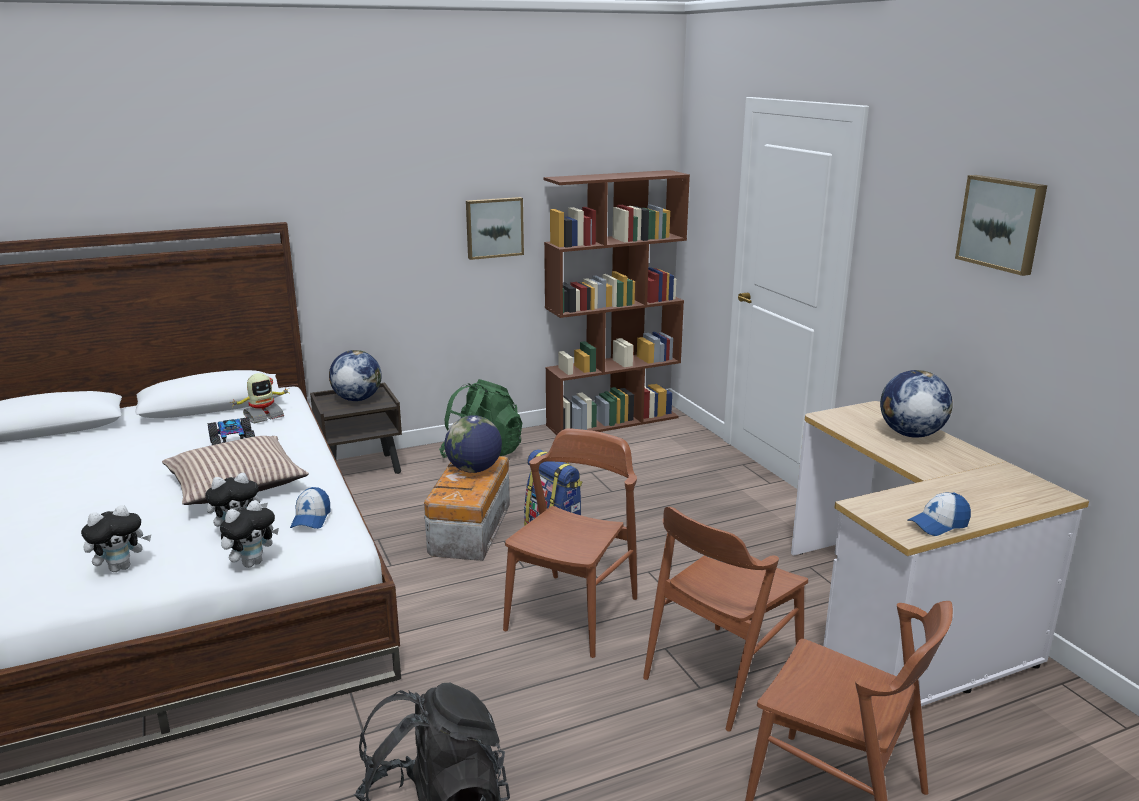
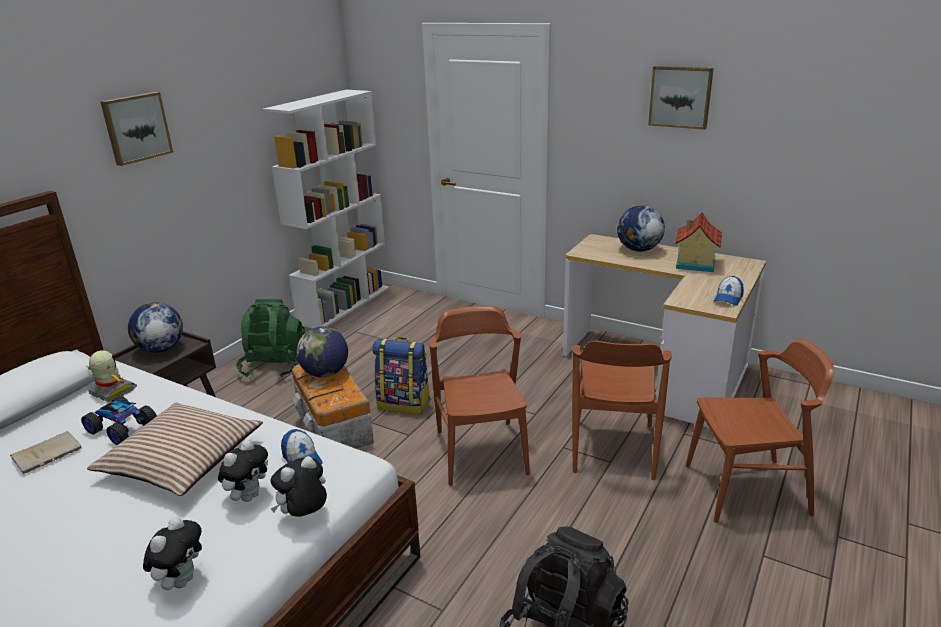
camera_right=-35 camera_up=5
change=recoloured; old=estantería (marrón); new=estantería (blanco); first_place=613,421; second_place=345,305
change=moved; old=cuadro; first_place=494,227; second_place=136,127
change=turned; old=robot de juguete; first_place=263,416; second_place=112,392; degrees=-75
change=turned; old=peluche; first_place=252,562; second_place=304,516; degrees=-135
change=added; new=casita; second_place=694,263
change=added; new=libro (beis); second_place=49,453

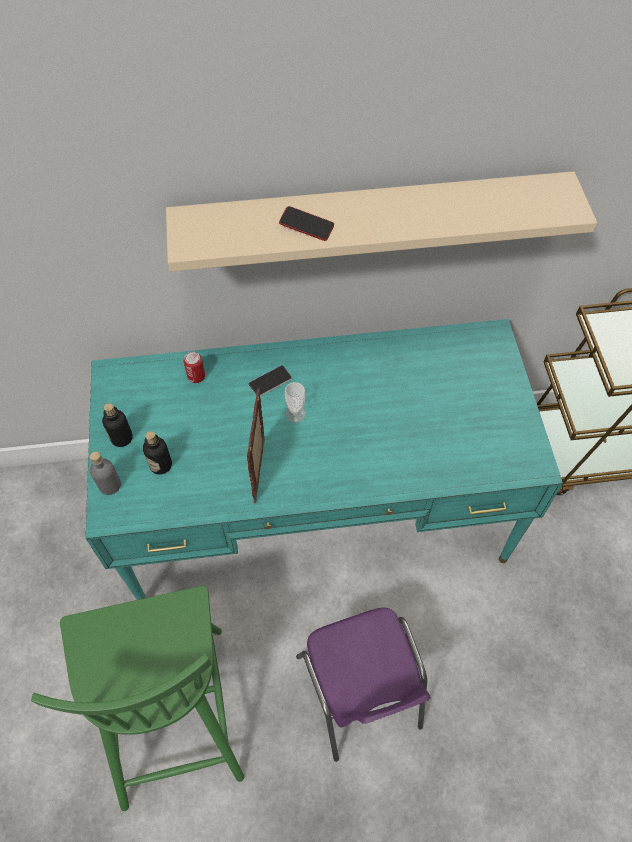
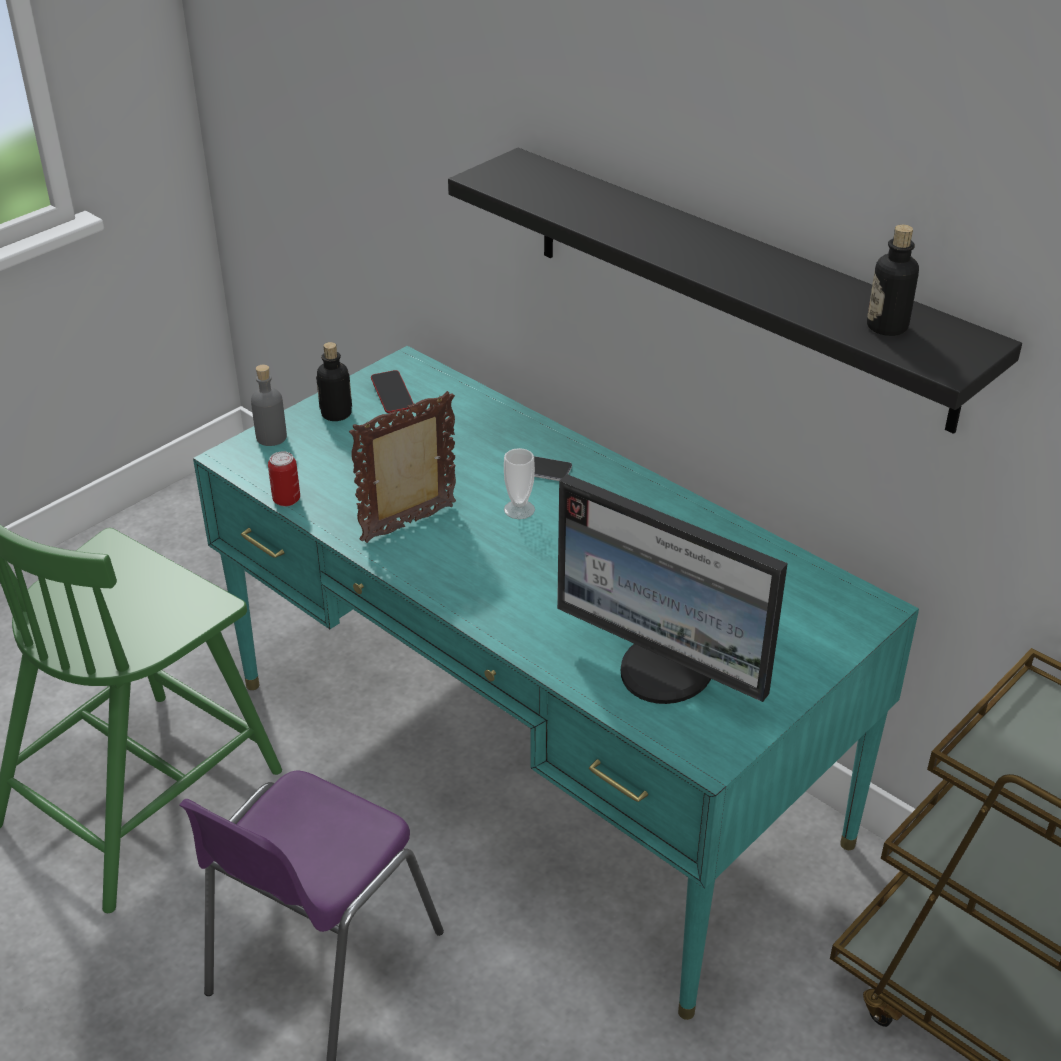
camera_right=50 camera_up=-20
change=recoloured; old=estante (beis); new=estante (negro); first_place=371,218; second_place=737,285
change=moved; old=móvil; first_place=306,226; second_place=392,395
change=moved; old=lata; first_place=196,377; second_place=286,500
change=moved; old=botella; first_place=161,465; second_place=887,326
change=added; new=monitor; second_place=666,671

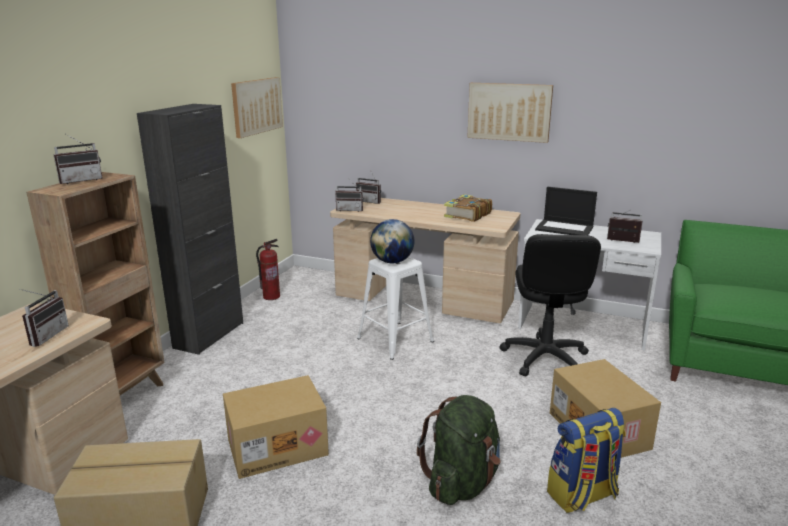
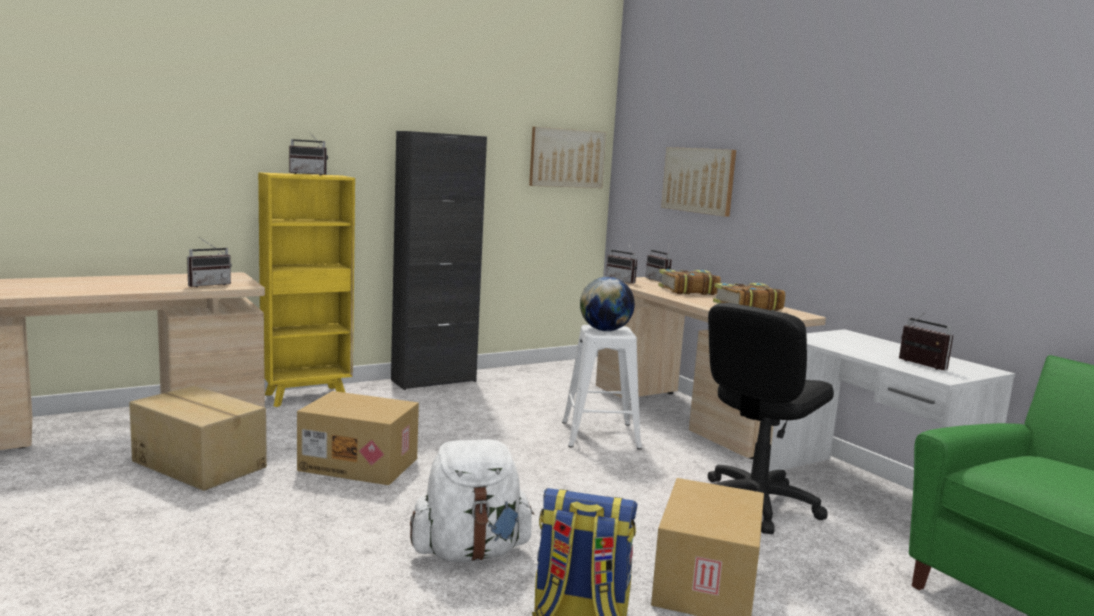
camera_right=35 camera_up=-10
change=moved; old=cuadro; first_place=509,112; second_place=698,180
change=recoloured; old=estantería (marrón); new=estantería (amarillo); first_place=124,396; second_place=307,396
change=removed; old=portátil; first_place=565,228
change=removed; old=extintor; first_place=271,296
change=recoloured; old=mochila (verde); new=mochila (blanco); first_place=462,483; second_place=470,552
change=added; new=libro; second_place=687,290

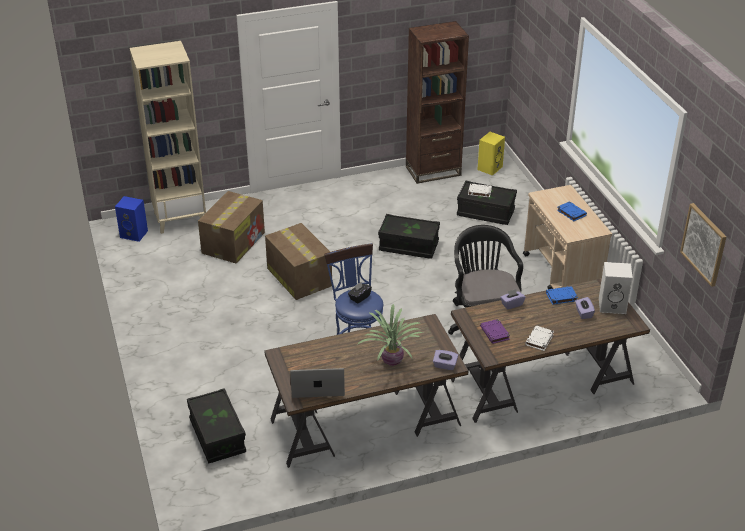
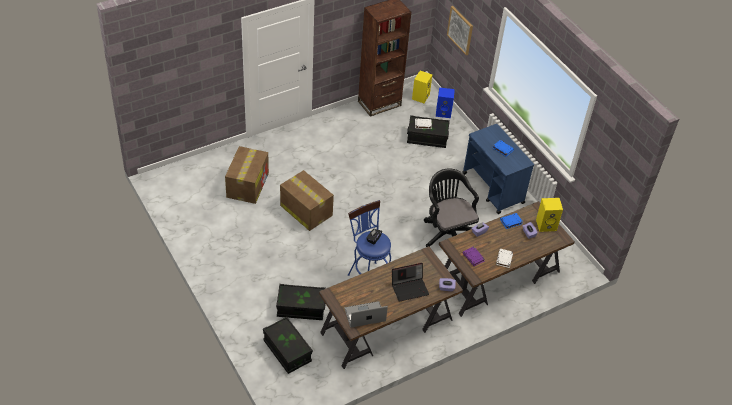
camera_right=-15 camera_up=10
change=removed; old=estantería (beis); first_place=180,219
change=recoloured; old=carrito (beis); new=carrito (azul); first_place=562,276; second_place=493,188
change=moved; old=altavoz (azul); first_place=134,234; second_place=444,112
change=moved; old=cuadro; first_place=704,244; second_place=460,30
change=moved; old=caja de almacenaje (negro); first_place=408,246; second_place=301,308
change=recoloured; old=altavoz (blanco); new=altavoz (amarillo); first_place=613,305; second_place=546,225
change=replaced; old=planta en maceta; new=portátil; first_place=392,360; second_place=410,288

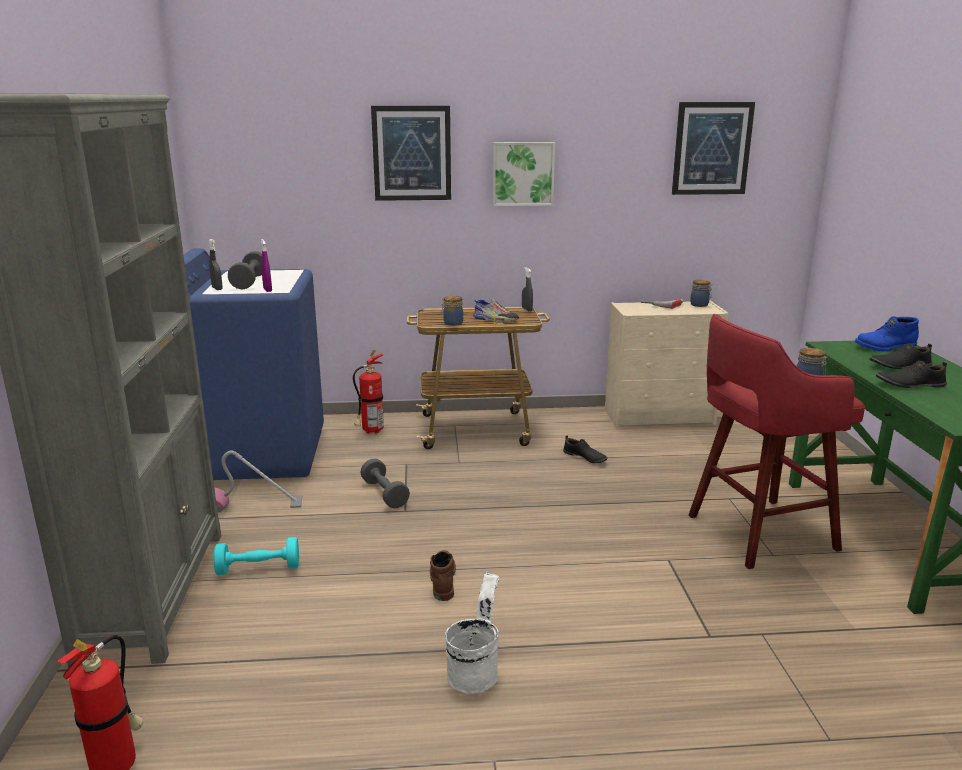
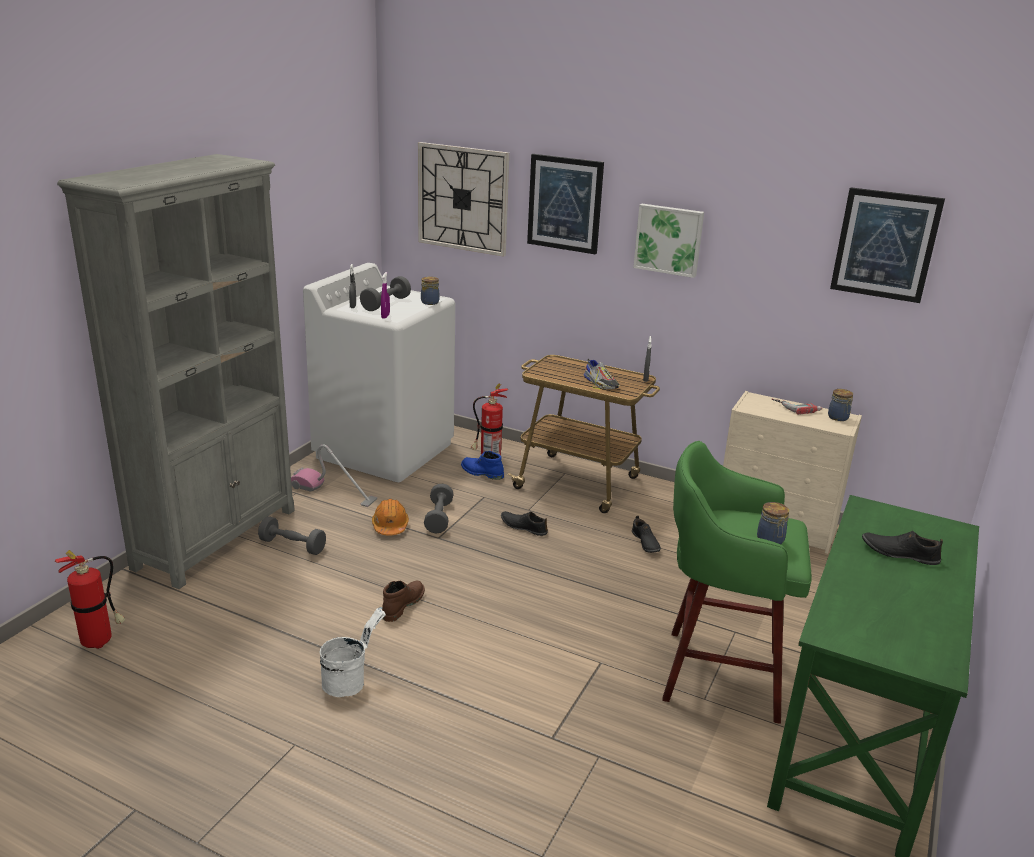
camera_right=30 camera_up=5
change=recoloured; old=lavadora (azul); new=lavadora (blanco); first_place=259,453; second_place=385,450
change=moved; old=tarro; first_place=452,323; second_place=429,302
change=recoloured; old=taburete (rojo); new=taburete (verde); first_place=757,533; second_place=717,673
change=moved; old=bota (azul); first_place=885,348; second_place=481,473
change=moved; old=zapato (negro); first_place=910,384; second_place=523,526
change=recoloured; old=mancuerna (turquesa); new=mancuerna (gris); first_place=258,569; second_place=292,546
change=added; new=reloj de pared; second_place=463,198
change=added; new=casco (naranja); second_place=390,526

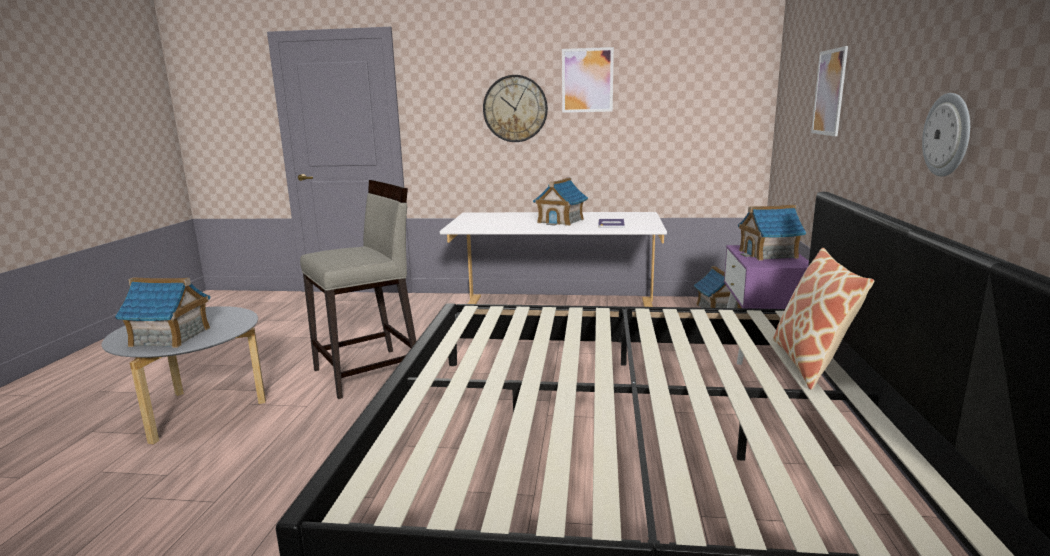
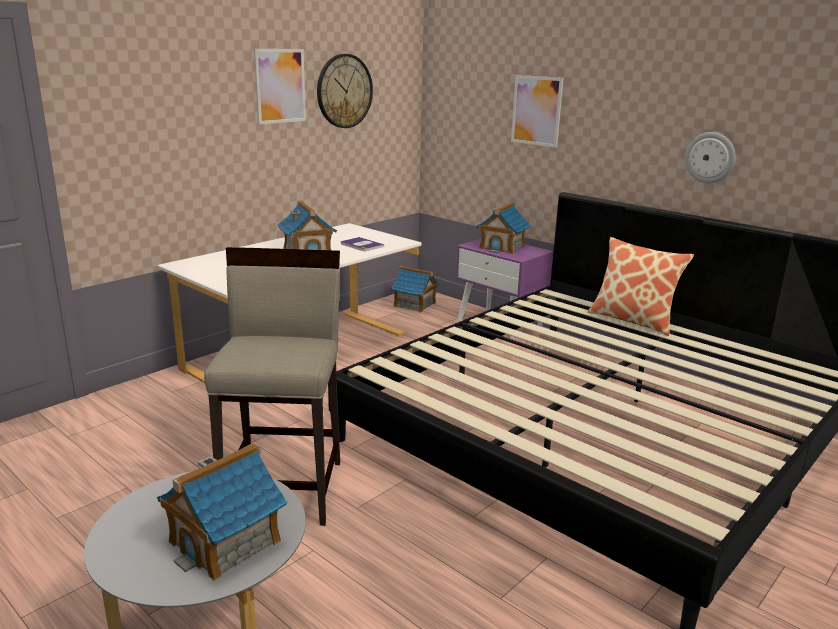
camera_right=-55 camera_up=5
change=moved; old=reloj de pared; first_place=515,109; second_place=344,91

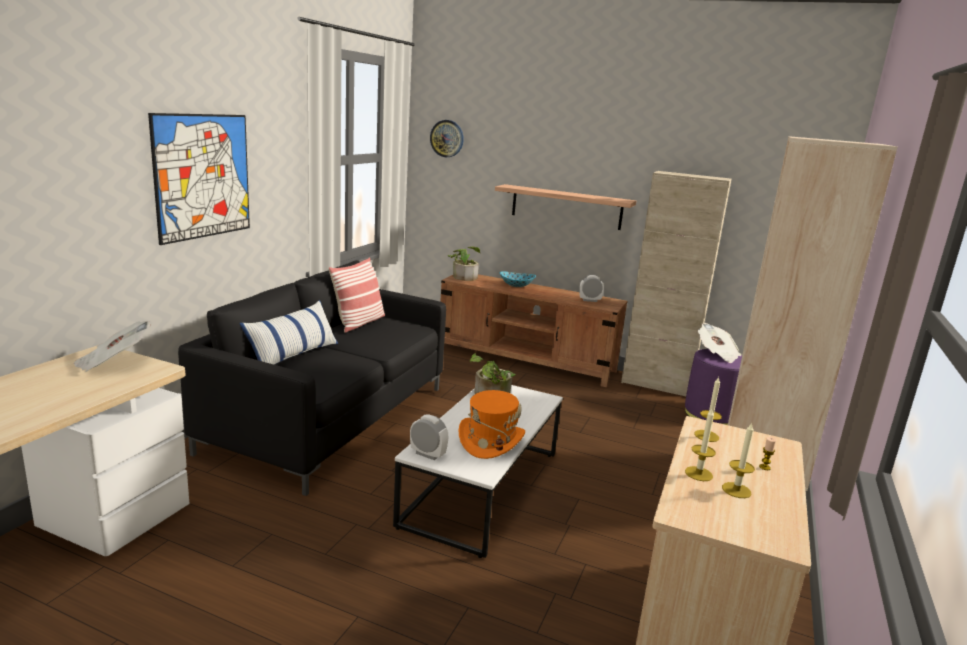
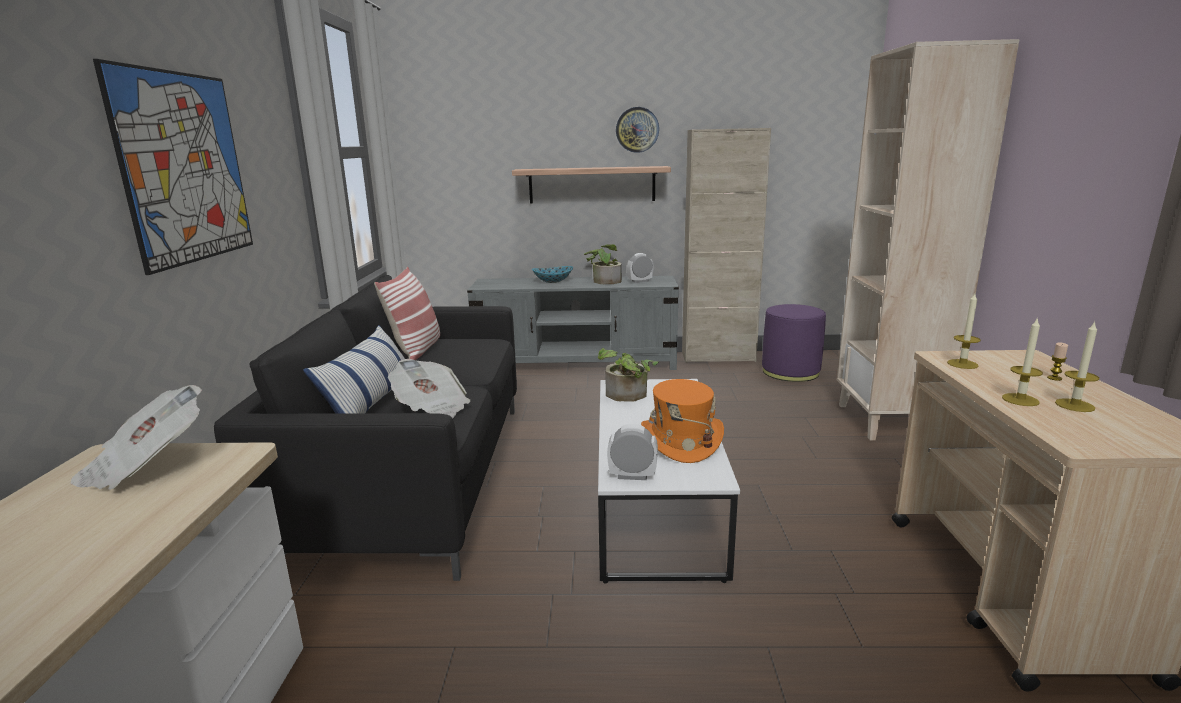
camera_right=-20 camera_up=0
change=moved; old=reloj de pared; first_place=447,138; second_place=637,130
change=moved; old=planta en maceta; first_place=463,276; second_place=604,280
change=recoloured; old=mueble de televisión (marrón); new=mueble de televisión (gris); first_place=526,360; second_place=576,362
change=moved; old=periódico; first_place=717,354; second_place=432,408

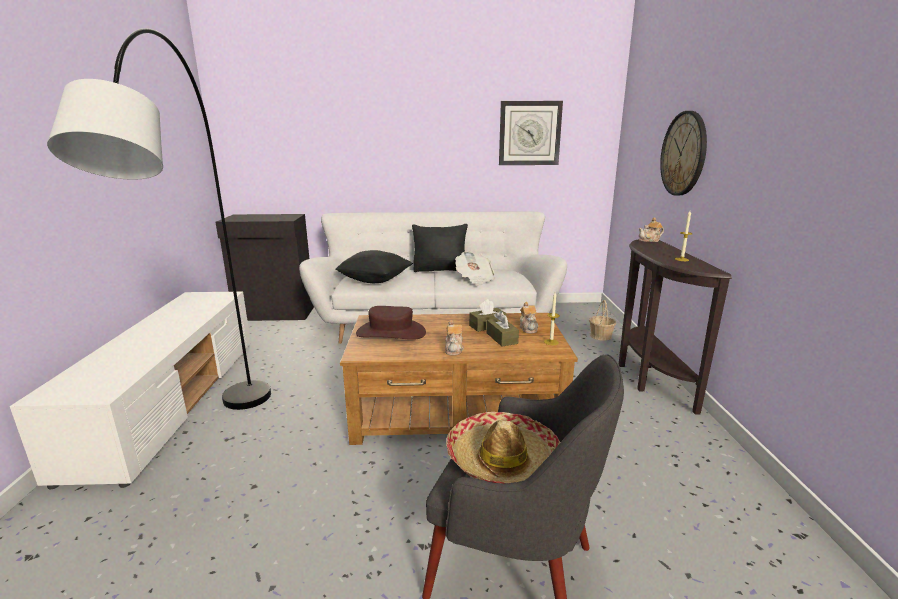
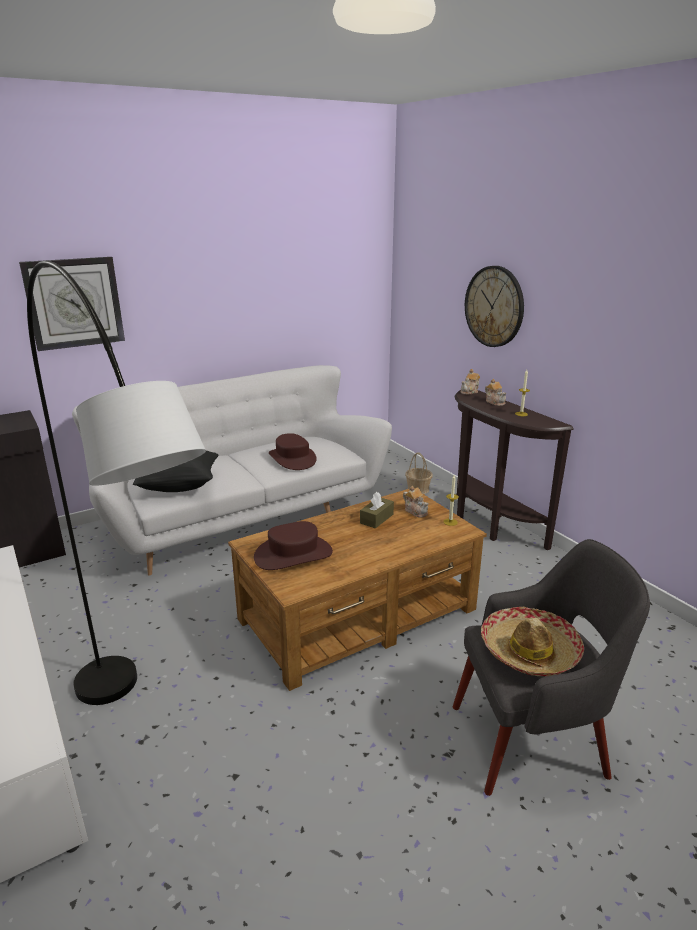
camera_right=-30 camera_up=5
change=moved; old=reloj de pared; first_place=529,133; second_place=74,303
change=removed; old=cojín (negro); first_place=440,270
change=replaced; old=periódico; new=sombrero (marrón); first_place=475,279; second_place=292,458
change=removed; old=caja de pañuelos (marrón); first_place=502,338
change=moved; old=tetera; first_place=454,349; second_place=495,402

